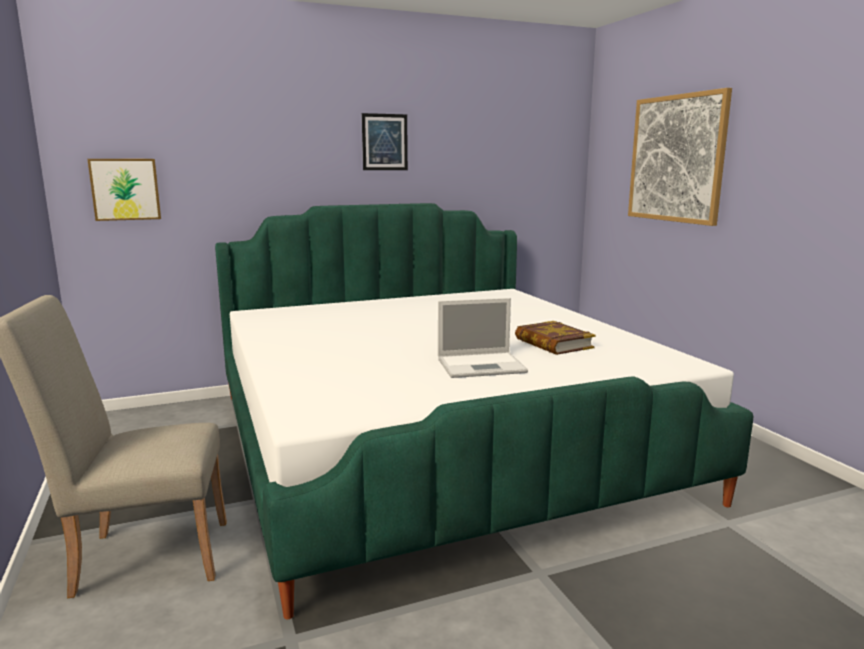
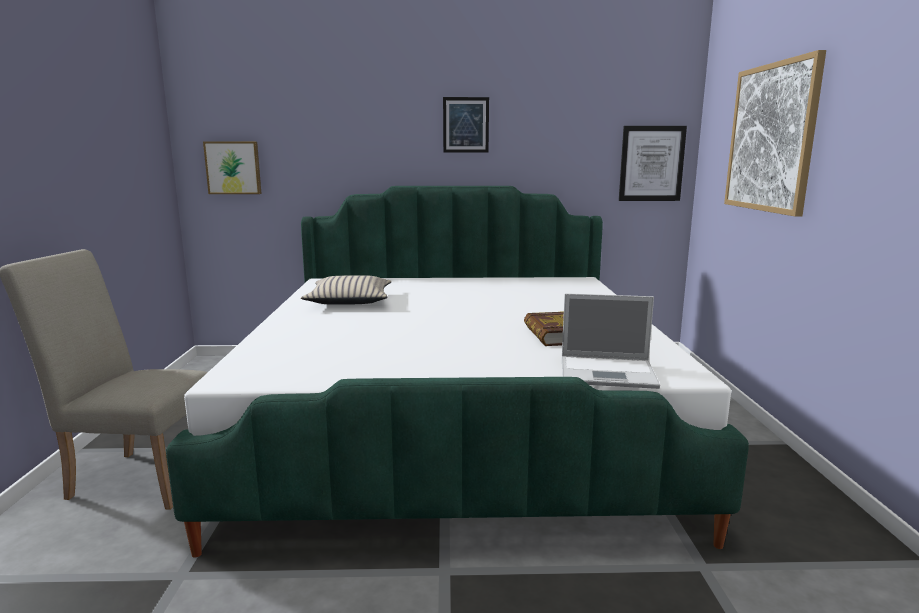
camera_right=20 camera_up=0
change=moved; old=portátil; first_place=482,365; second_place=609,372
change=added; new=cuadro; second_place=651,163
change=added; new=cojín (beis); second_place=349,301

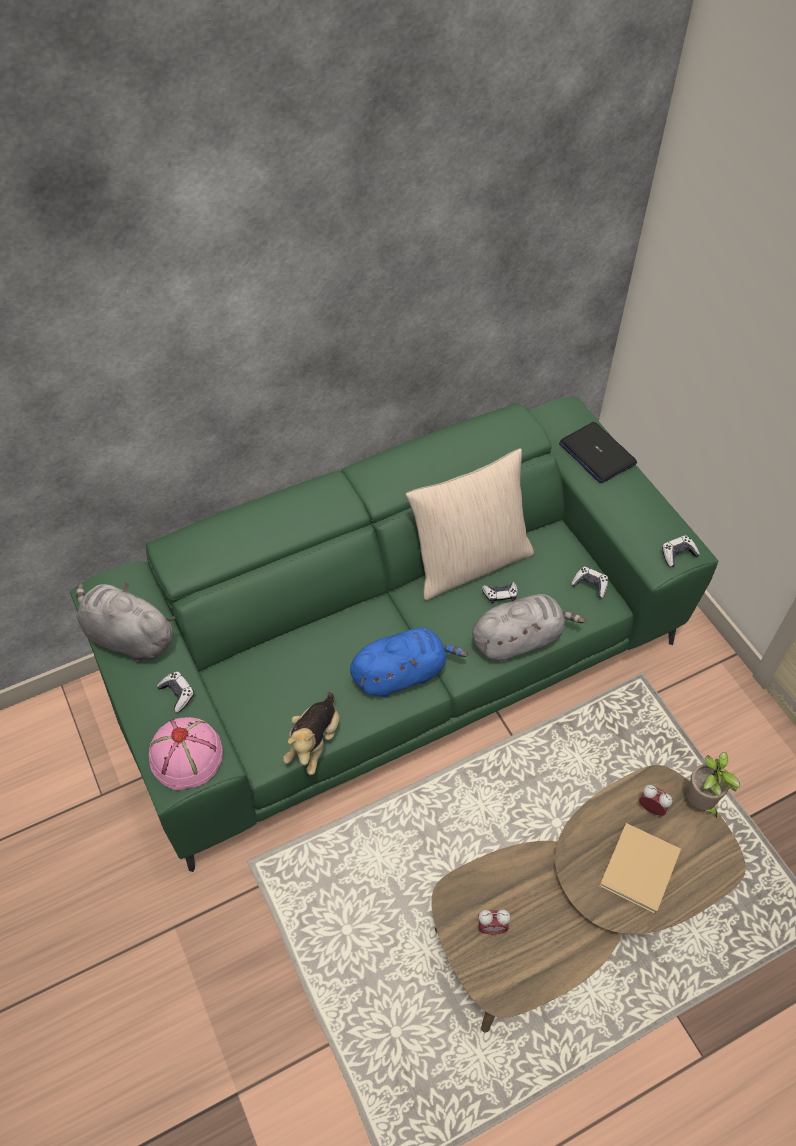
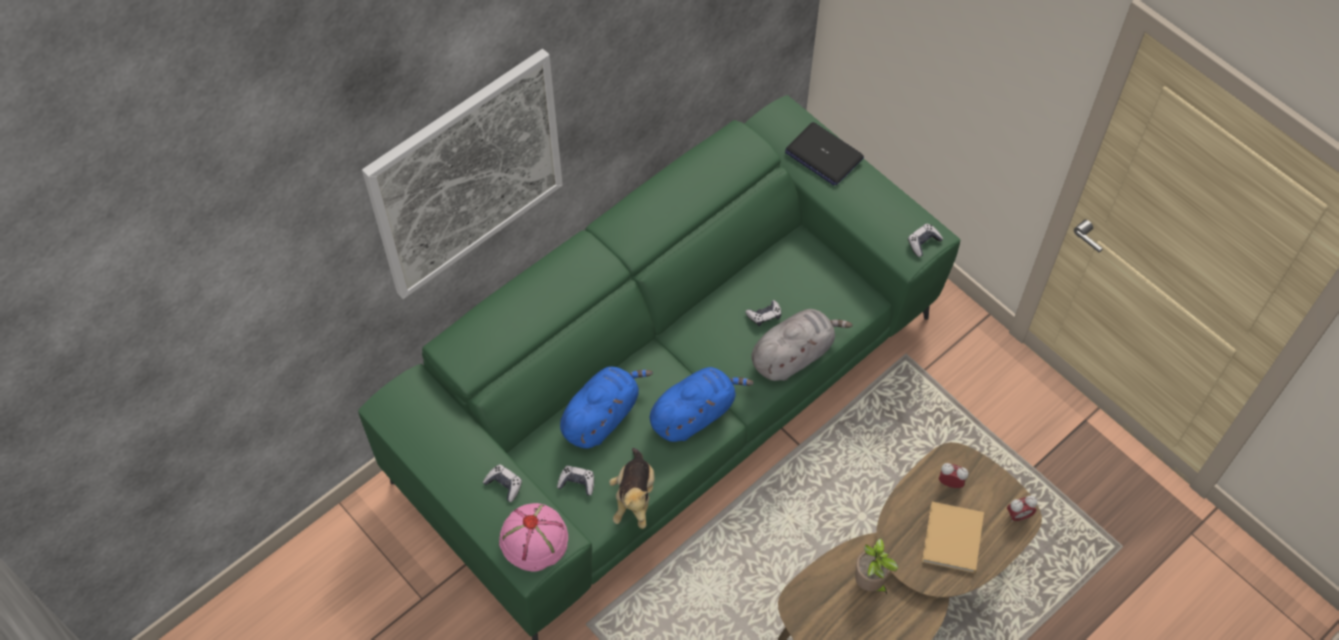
camera_right=-15 camera_up=5
change=removed; old=cojín (beis); first_place=469,562
change=moved; old=mando de consola; first_place=590,585; second_place=577,483
change=removed; old=peluche (gris); first_place=127,637
change=moved; old=planta en maceta; first_place=700,803; second_place=870,583
change=moved; old=despertador; first_place=492,927; second_place=1018,515
change=added; new=cuadro; second_place=467,175
change=added; new=peluche (azul); second_place=602,416

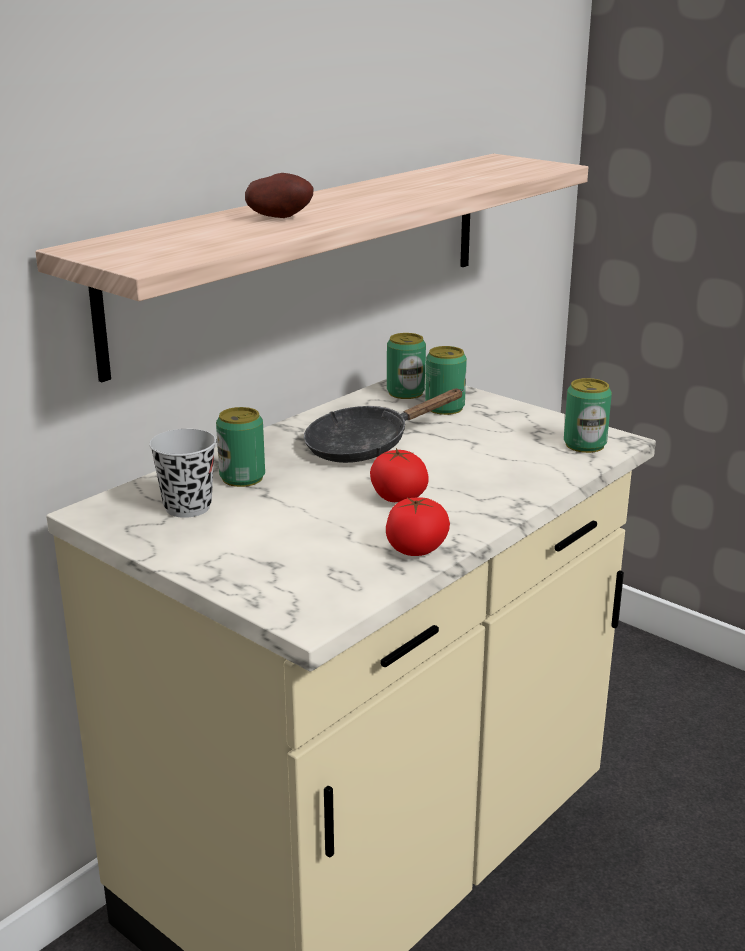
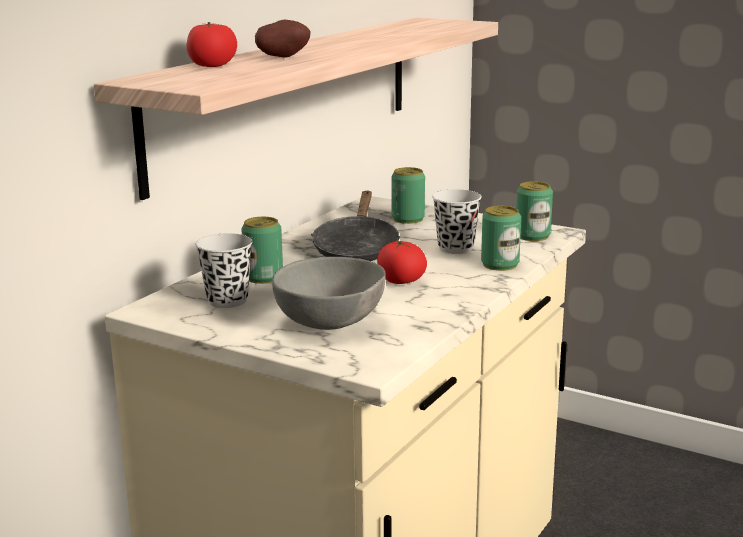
camera_right=-10 camera_up=-5
change=moved; old=lata; first_place=405,393; second_place=500,264
change=turned; old=sartén (negro); first_place=366,446; second_place=356,249; degrees=-45
change=moved; old=tomate; first_place=416,549; second_place=212,65
change=added; new=taza (negro); second_place=455,248
change=added; new=cuenco (gris); second_place=332,324

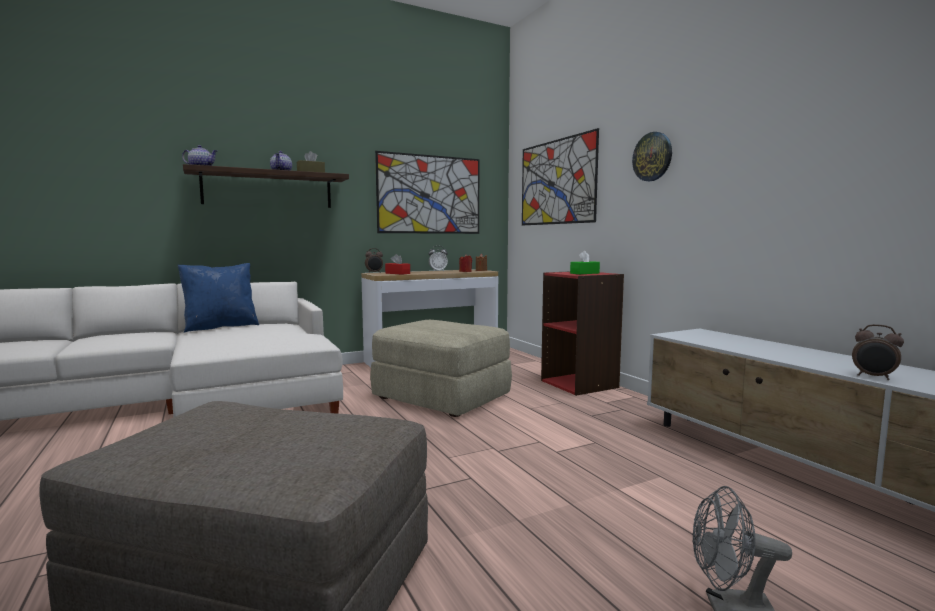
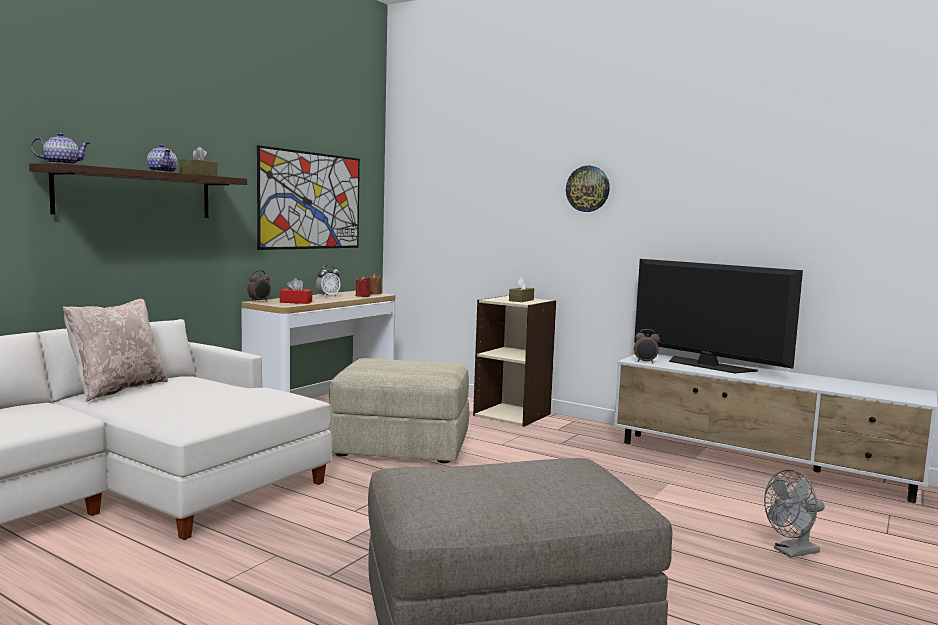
camera_right=-30 camera_up=0
change=removed; old=cuadro; first_place=556,182
change=recoloured; old=caja de pañuelos (verde); new=caja de pañuelos (marrón); first_place=584,273; second_place=521,300
change=recoloured; old=cojín (azul); new=cojín (beis); first_place=220,327; second_place=117,389
change=recoloured; old=estantería (rojo); new=estantería (beis); first_place=580,384; second_place=512,414
change=moved; old=despertador; first_place=874,377; second_place=645,362
change=added; new=televisor; second_place=707,365

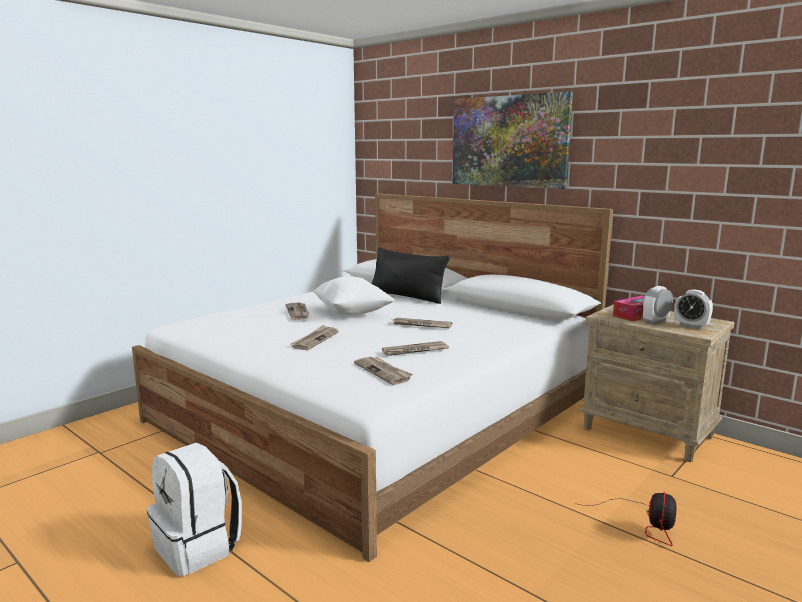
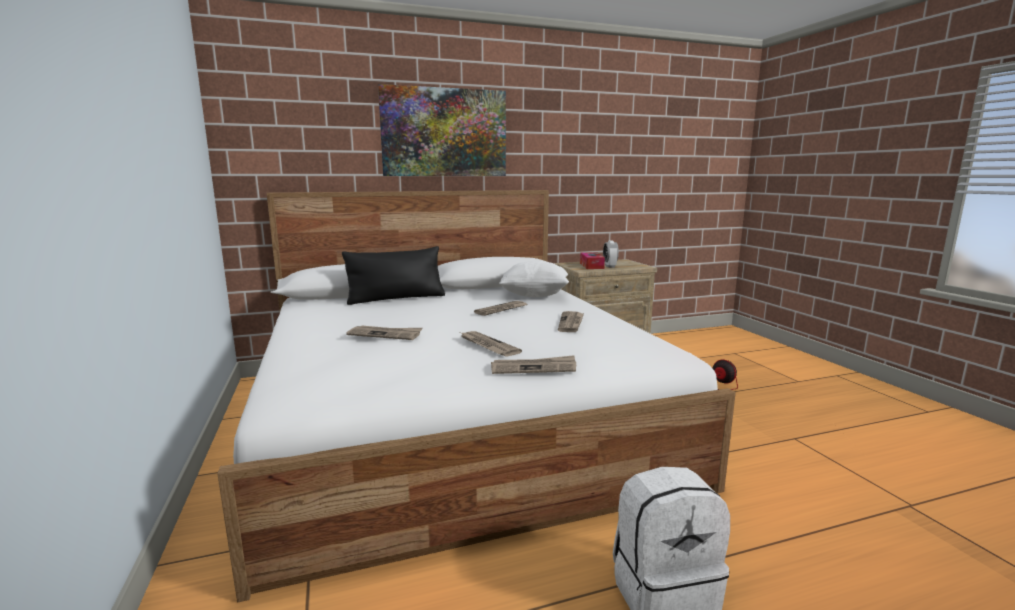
camera_right=-60 camera_up=0
change=moved; old=cojín (blanco); first_place=352,313; second_place=534,295
change=removed; old=despertador; first_place=691,325
change=moved; old=periódico; first_place=383,372; second_place=534,368

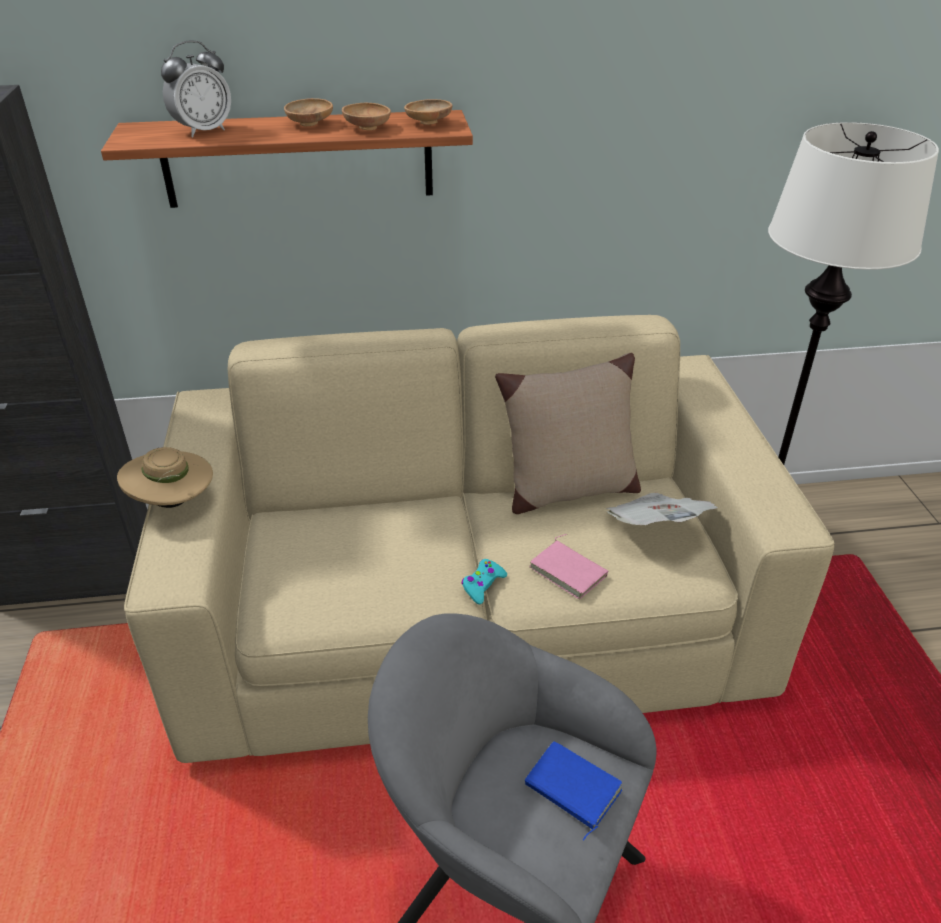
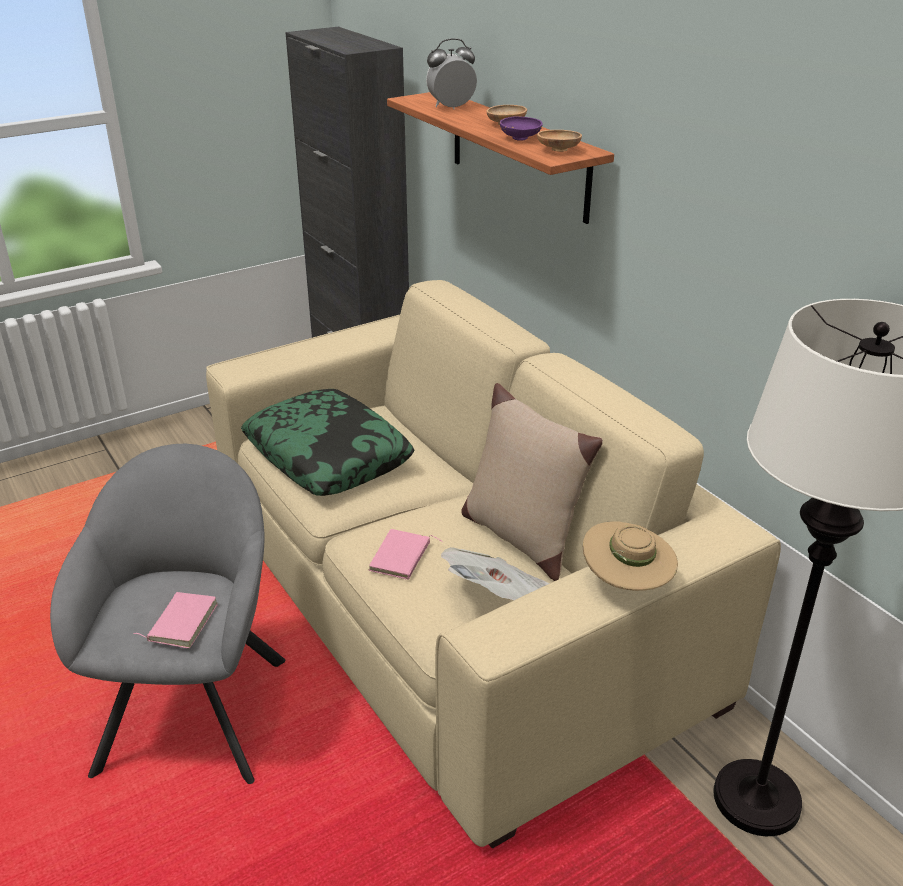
camera_right=65 camera_up=-5
change=turned; old=despertador; first_place=203,131; second_place=451,107; degrees=135
change=recoloured; old=cuenco (marrón); new=cuenco (morado); first_place=367,127; second_place=520,138
change=moved; old=sombrero (beis); first_place=173,502; second_place=626,583
change=removed; old=mando de consola (turquesa); first_place=482,585
change=recoloured; old=libro (azul); new=libro (rosa); first_place=571,789; second_place=181,622
change=added; new=cojín; second_place=328,456

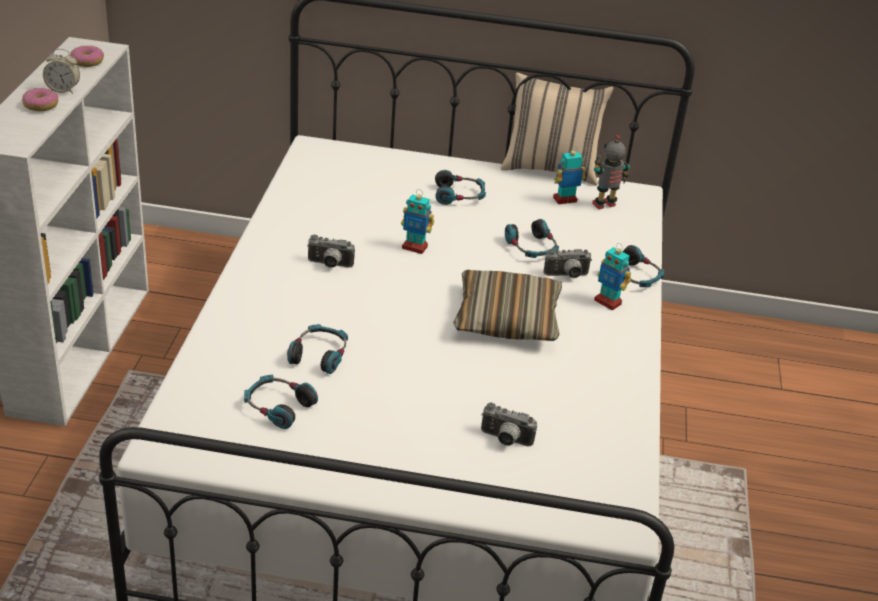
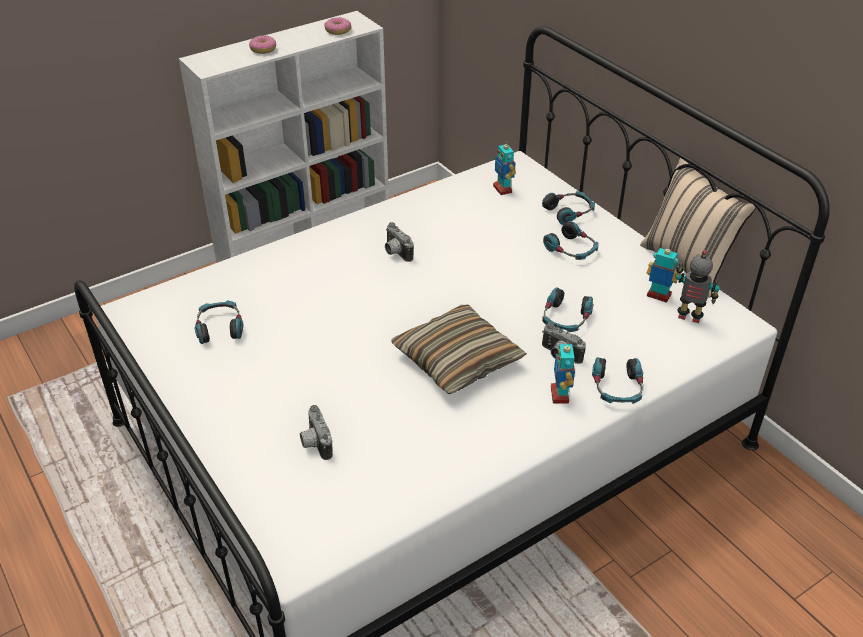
camera_right=50 camera_up=5
change=removed; old=despertador; first_place=63,90
change=moved; old=robot de juguete; first_place=415,247; second_place=503,189
change=moved; old=auriculares; first_place=319,355; second_place=569,212

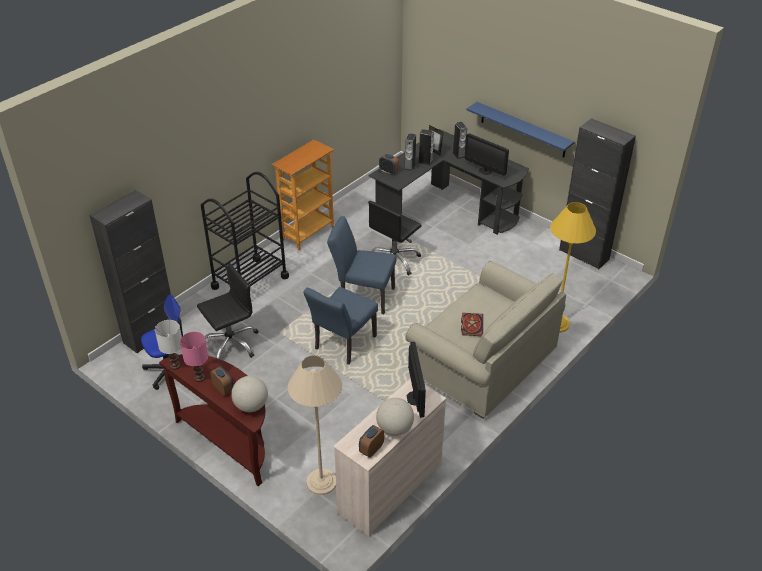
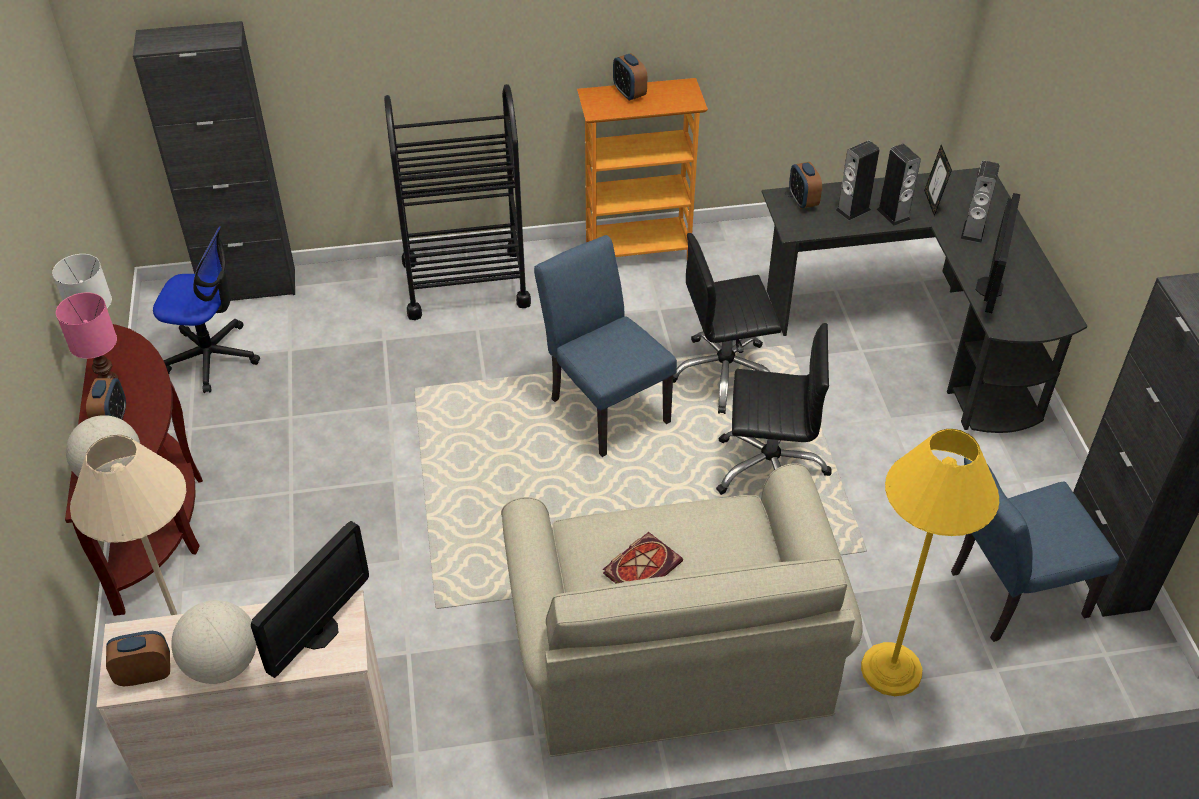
camera_right=40 camera_up=5
change=removed; old=estante (azul); first_place=523,130
change=turned; old=monitor; first_place=485,171; second_place=989,287; degrees=-150
change=moved; old=silla de oficina (negro); first_place=231,343; second_place=769,469
change=moved; old=silla (azul); first_place=342,345; second_place=1008,595
change=added; new=despertador; second_place=629,93

